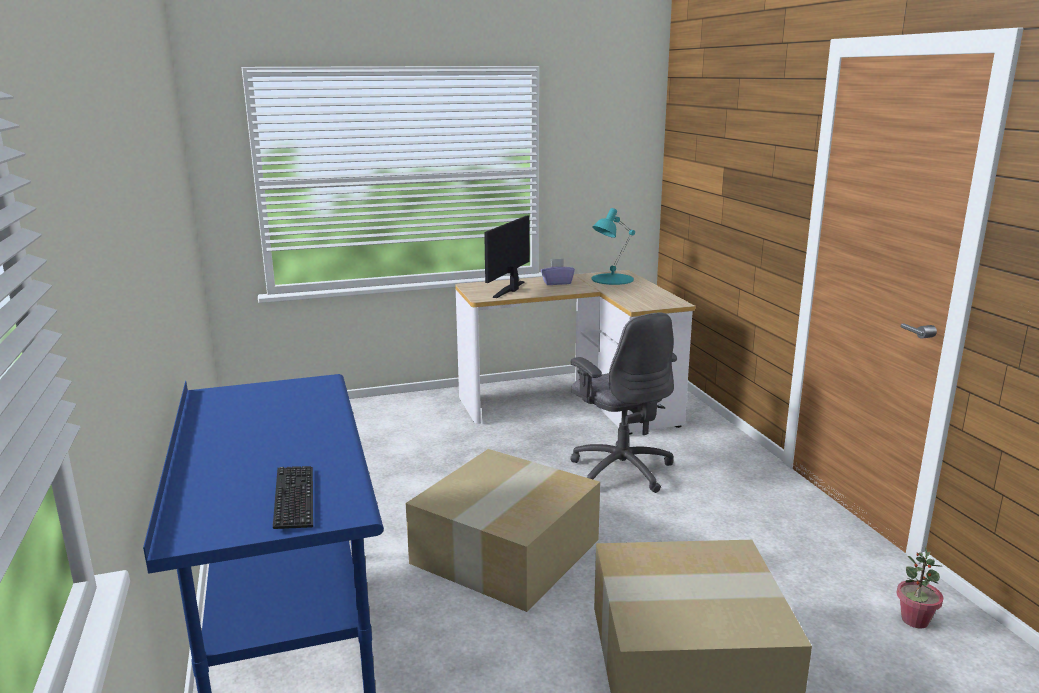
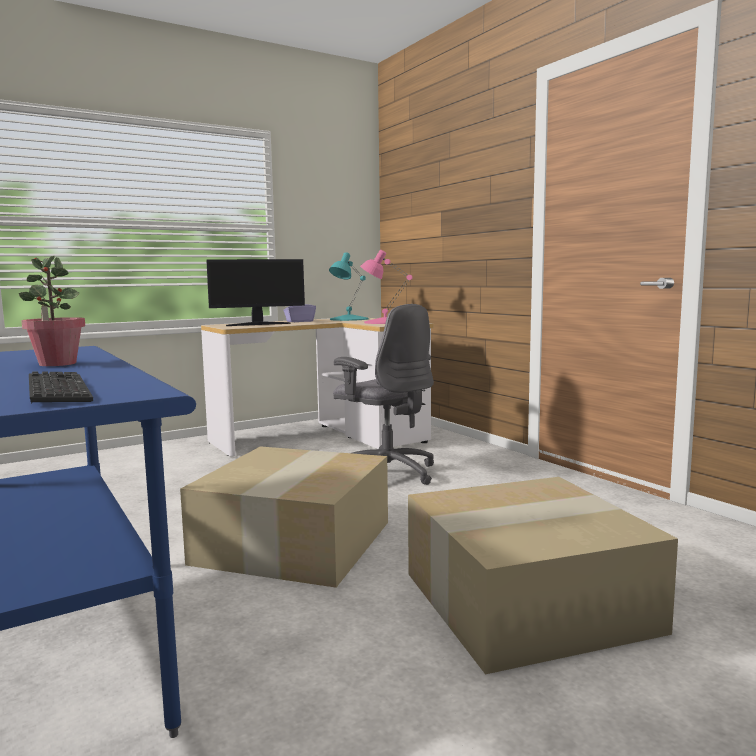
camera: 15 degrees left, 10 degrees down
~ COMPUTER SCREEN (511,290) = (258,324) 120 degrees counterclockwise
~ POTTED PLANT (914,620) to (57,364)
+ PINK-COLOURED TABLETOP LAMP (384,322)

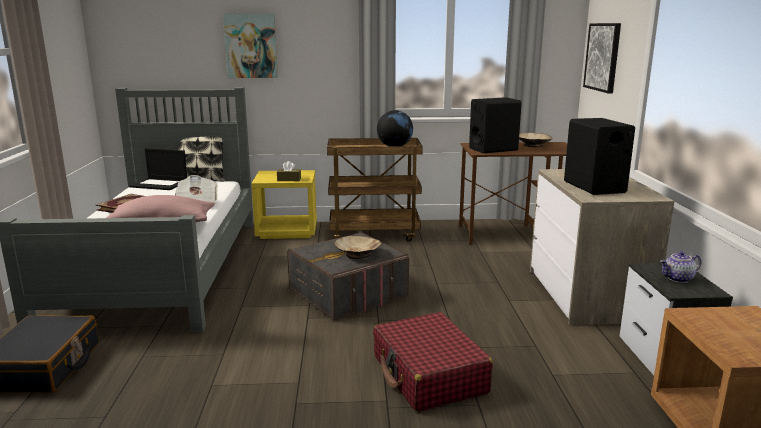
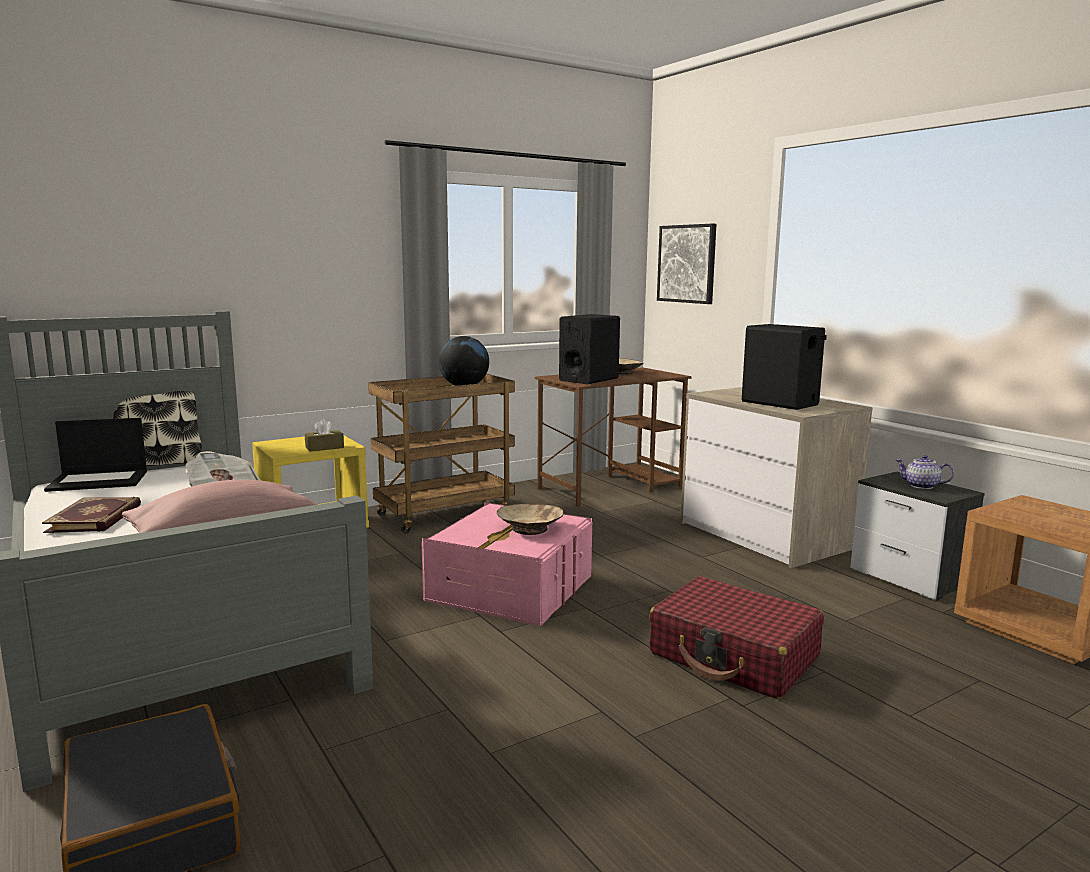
camera: 30 degrees left, 5 degrees down
- PICTURE (251,46)
~ GREY STORAGE CONTAINER (348,293) to PINK-COLOURED STORAGE CONTAINER (510,589)
~ TEAPOT (678,279) = (921,486) 75 degrees clockwise

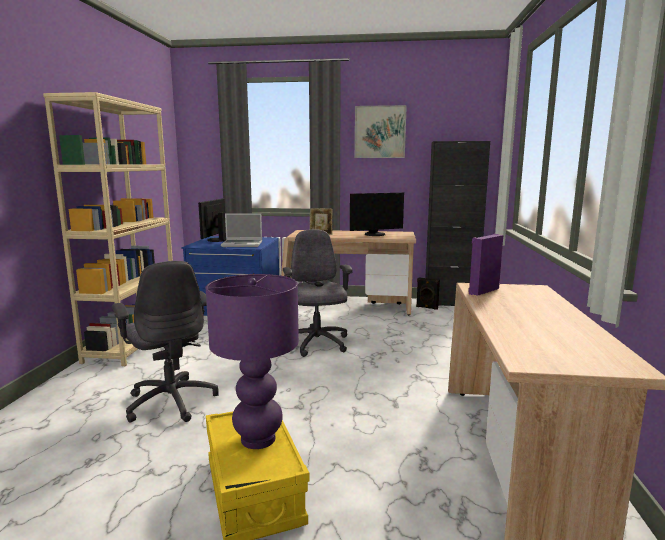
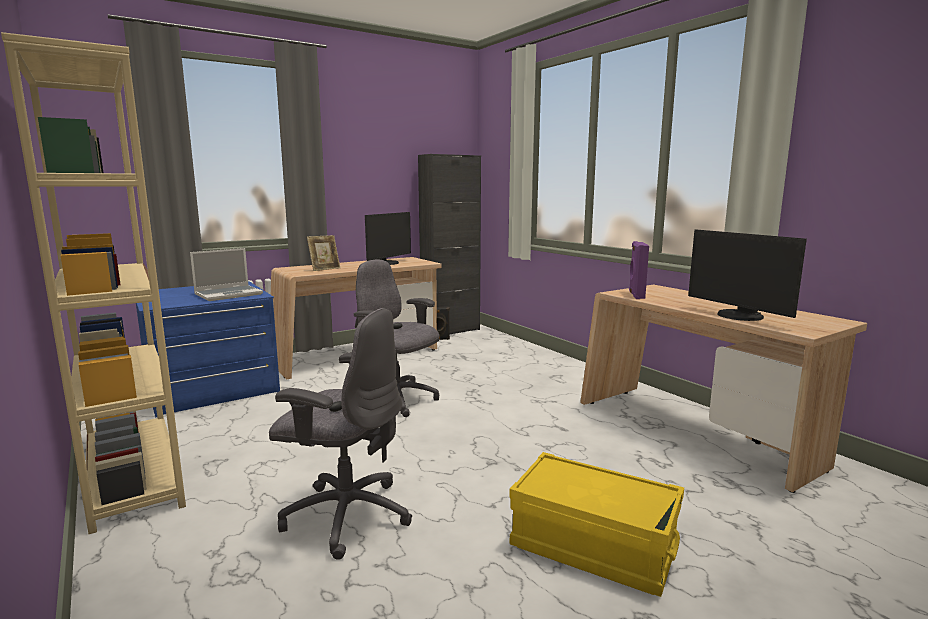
camera: 40 degrees left, 0 degrees up
~ COMPUTER SCREEN (216,240) to (738,316)
- PURPLE-COLOURED TABLETOP LAMP (258,438)
- PICTURE (380,132)

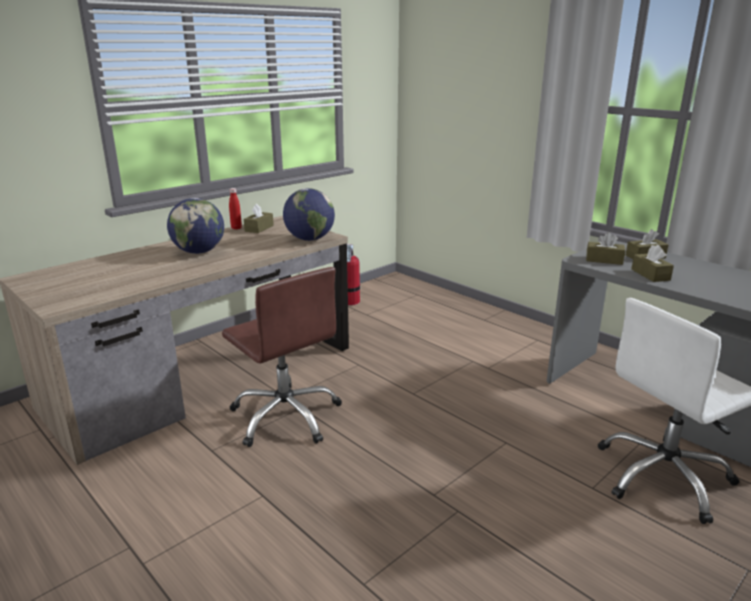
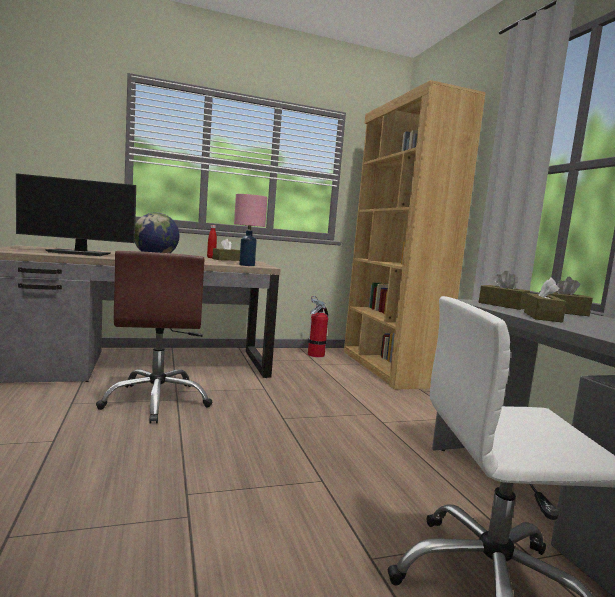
camera: 25 degrees right, 15 degrees down
~ DESK GLOBE (309,239) to PINK-COLOURED TABLETOP LAMP (247,265)
+ COMPUTER SCREEN (80,253)
+ BROWNISH BOOKCASE (388,368)

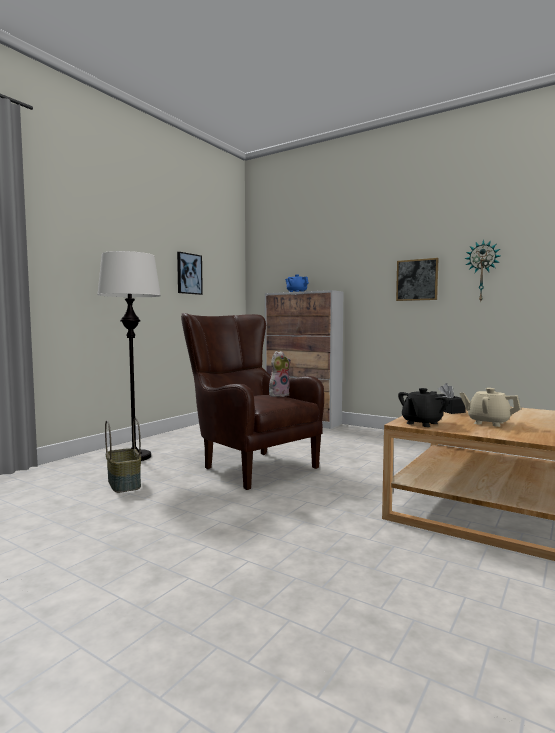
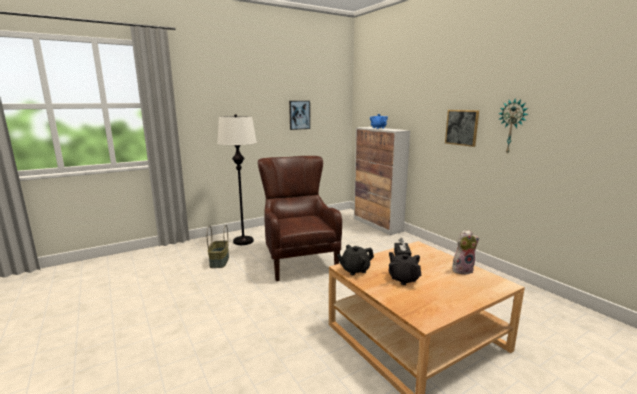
camera: 25 degrees right, 10 degrees up
~ PLUSH TOY (279,395) to (462,270)
~ SAND-COLOURED TEAPOT (488,423) to BLACK-COLOURED TEAPOT (403,279)

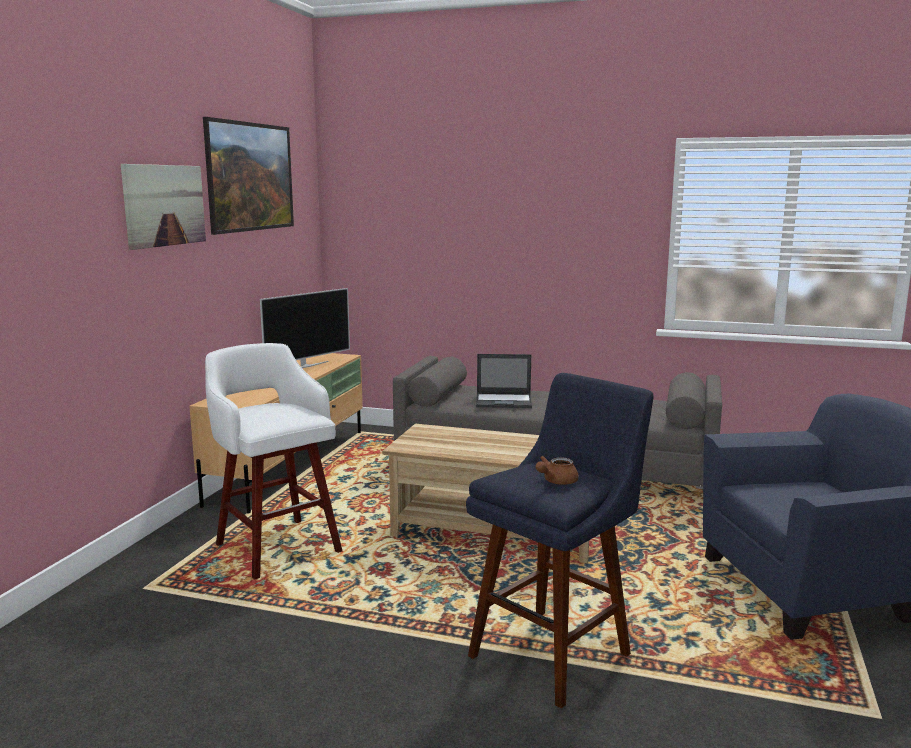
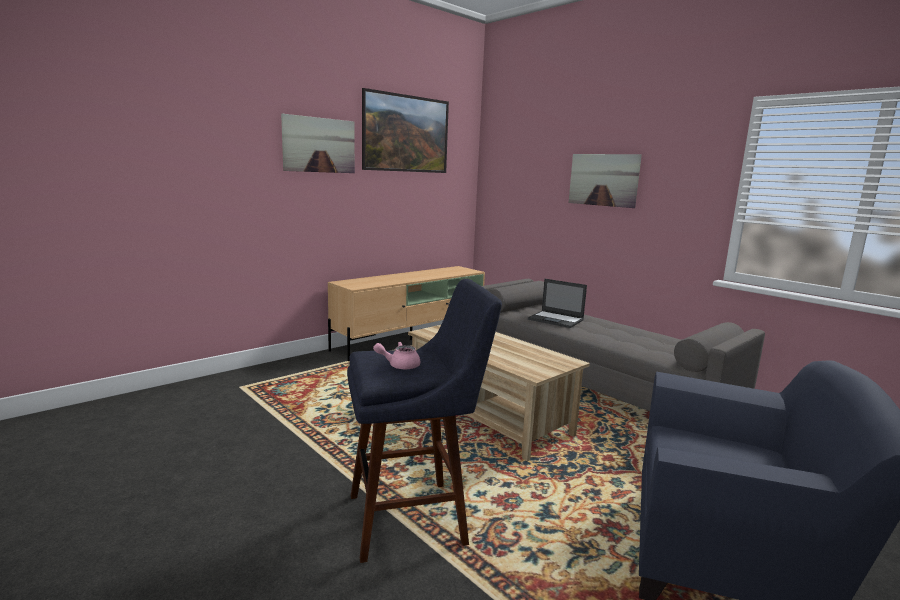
camera: 30 degrees right, 0 degrees up
- WHITISH STOOL (276,546)
- TV (306,366)
~ BROWNISH TEAPOT (556,481) to PINK-COLOURED TEAPOT (399,365)
+ PICTURE (603,180)

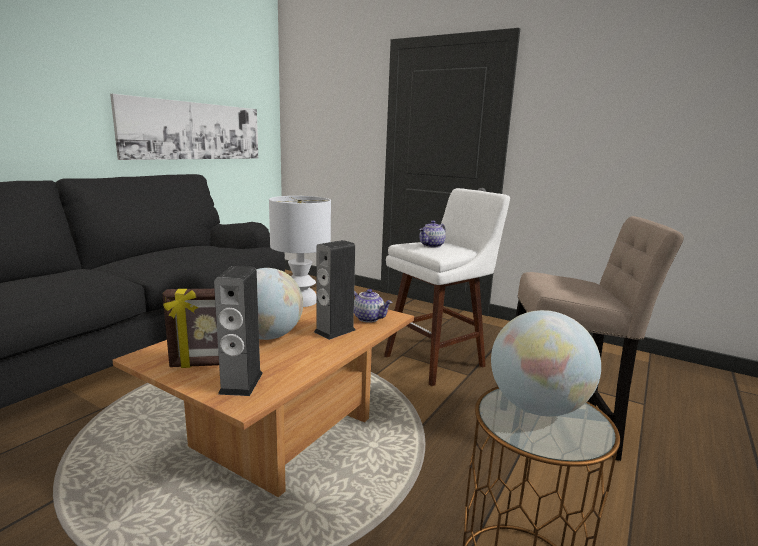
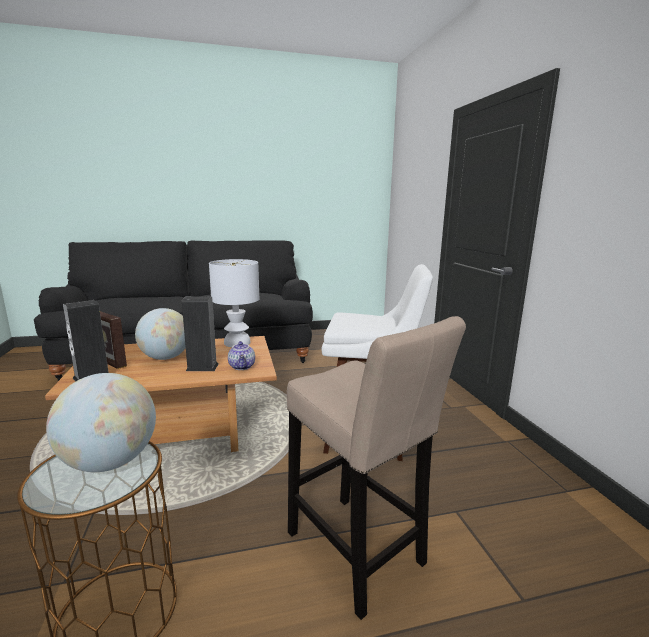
camera: 45 degrees right, 0 degrees up
- PICTURE (194,131)
- TEAPOT (432,246)

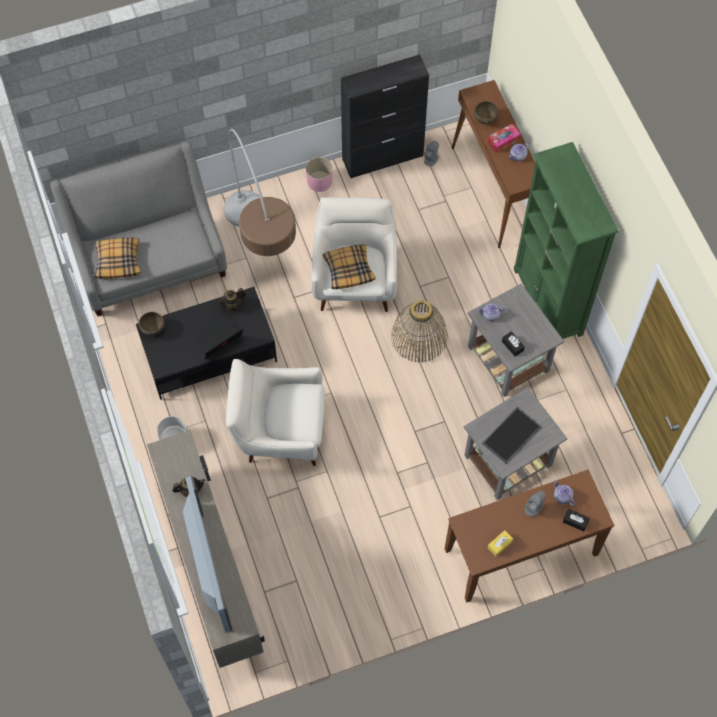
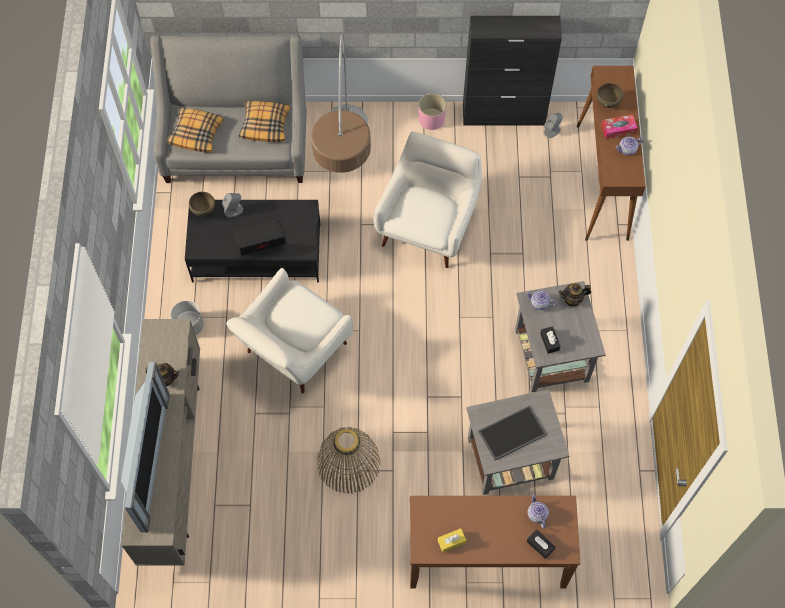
camera: 20 degrees right, 0 degrees up
~ TEAPOT (232,305) to (572,299)
~ WHITISH ARMCHAIR (279,431) = (293,351) 75 degrees counterclockwise
~ CUSHION (349,269) to (265,125)
~ BASKET (419,337) to (348,463)
- GREEN BOOKCASE (548,302)
~ GREY SPEAKER (534,507) to (233,210)

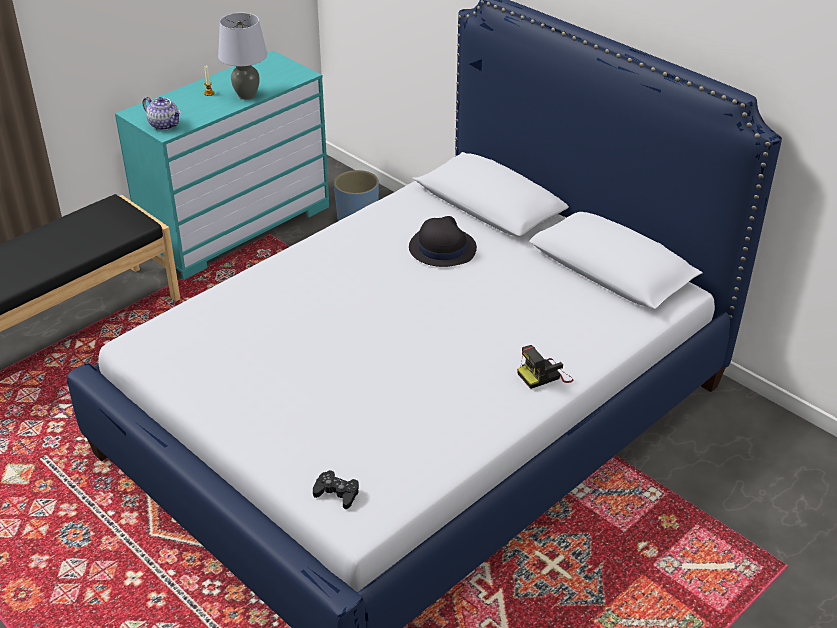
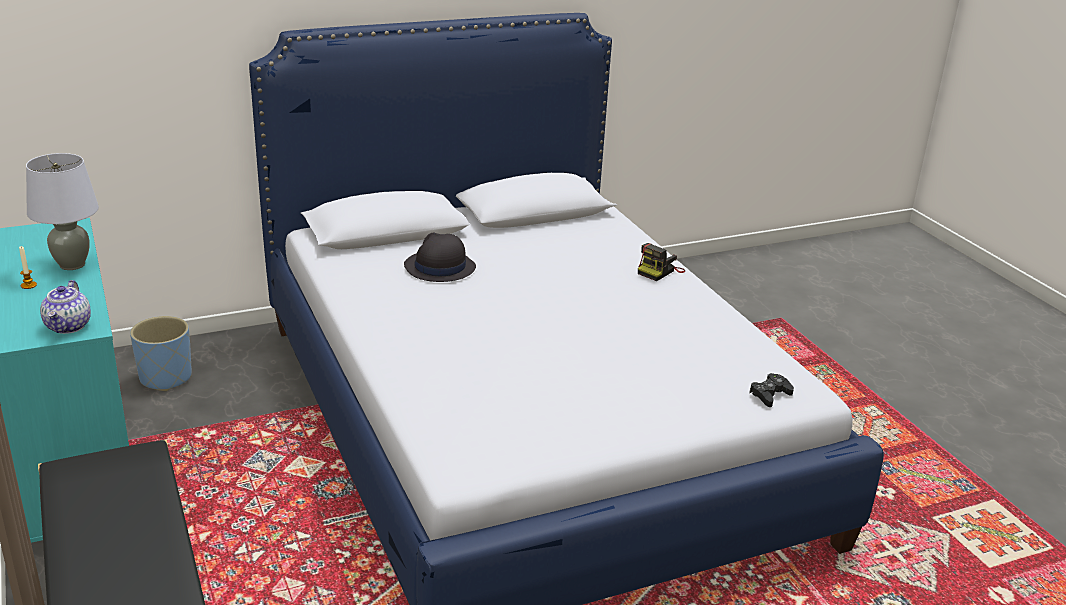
camera: 70 degrees left, 10 degrees down
~ TEAPOT (165,125) = (69,326) 120 degrees clockwise
~ PHOTO CAMERA (544,375) = (659,271) 45 degrees clockwise

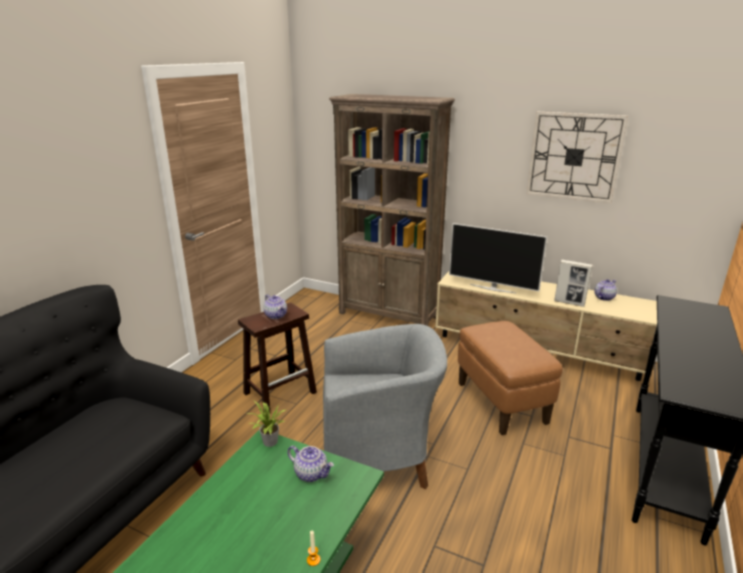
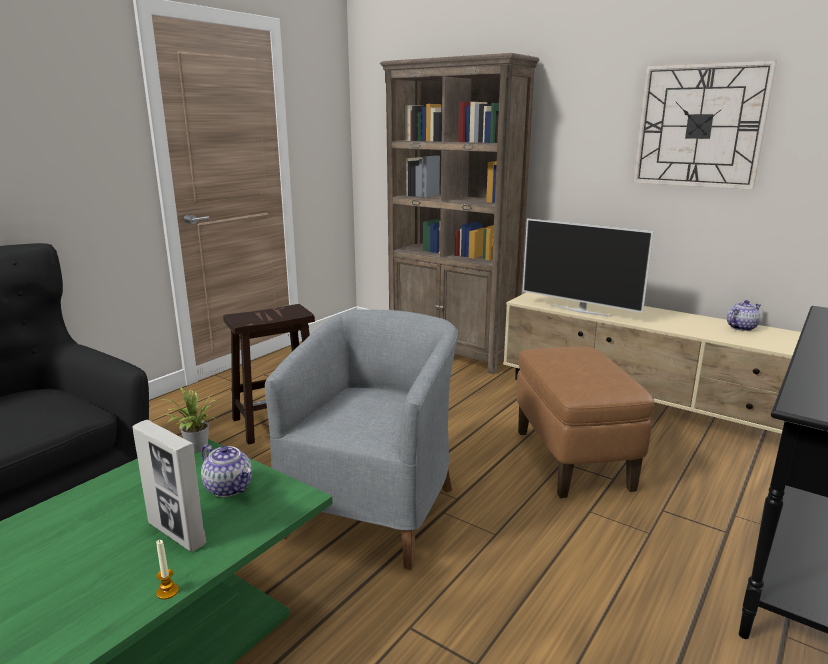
camera: 10 degrees right, 5 degrees down
- TEAPOT (276,315)
~ GREY ARMCHAIR (379,457) = (375,507) 75 degrees counterclockwise
~ PICTURE FRAME (569,303) to (177,533)

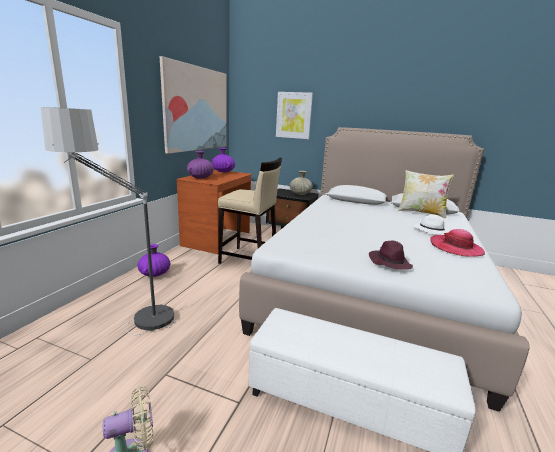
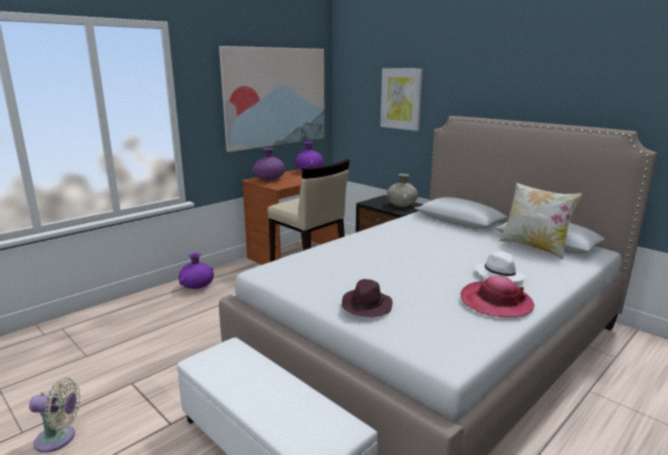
camera: 25 degrees right, 0 degrees up
- STANDING LAMP (125,316)

